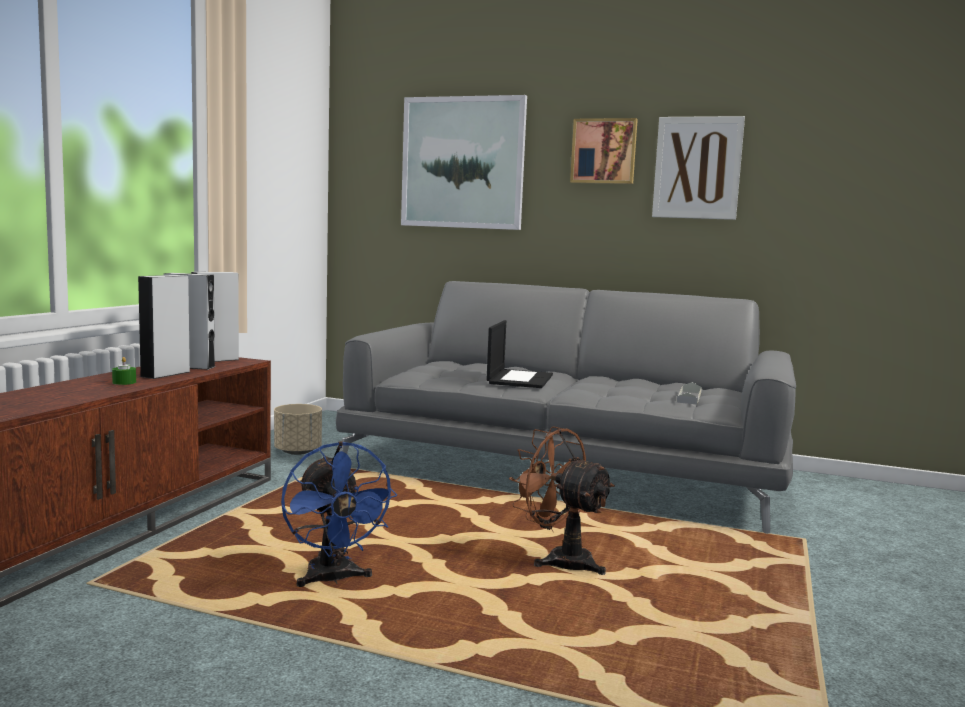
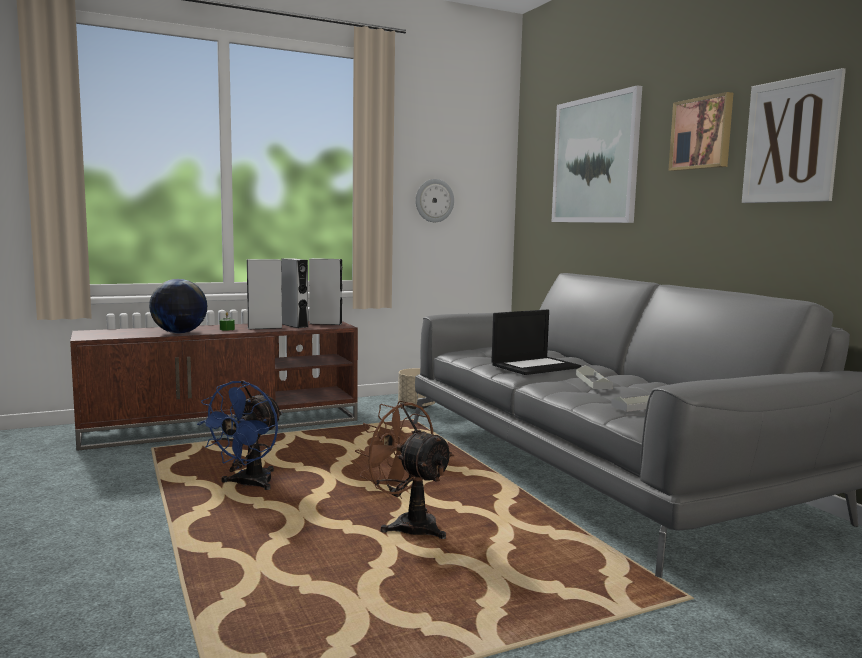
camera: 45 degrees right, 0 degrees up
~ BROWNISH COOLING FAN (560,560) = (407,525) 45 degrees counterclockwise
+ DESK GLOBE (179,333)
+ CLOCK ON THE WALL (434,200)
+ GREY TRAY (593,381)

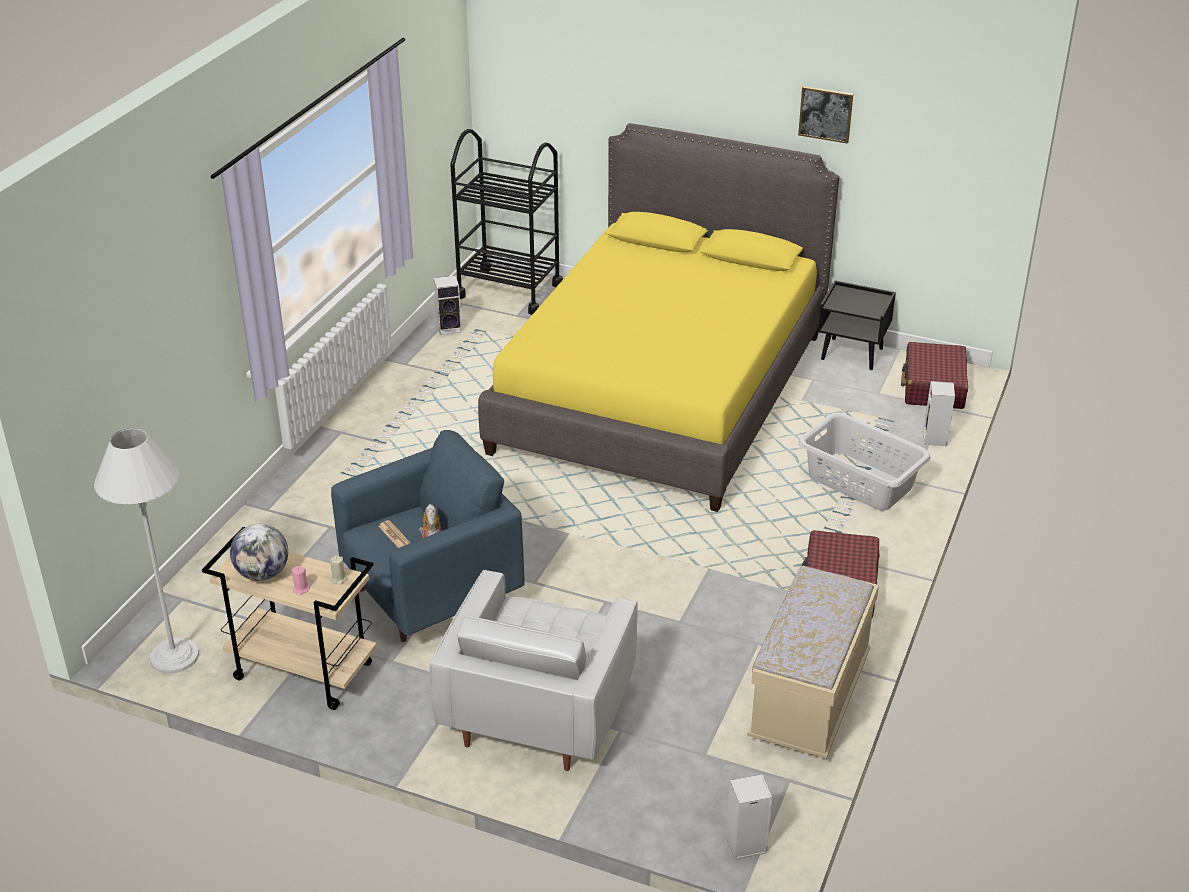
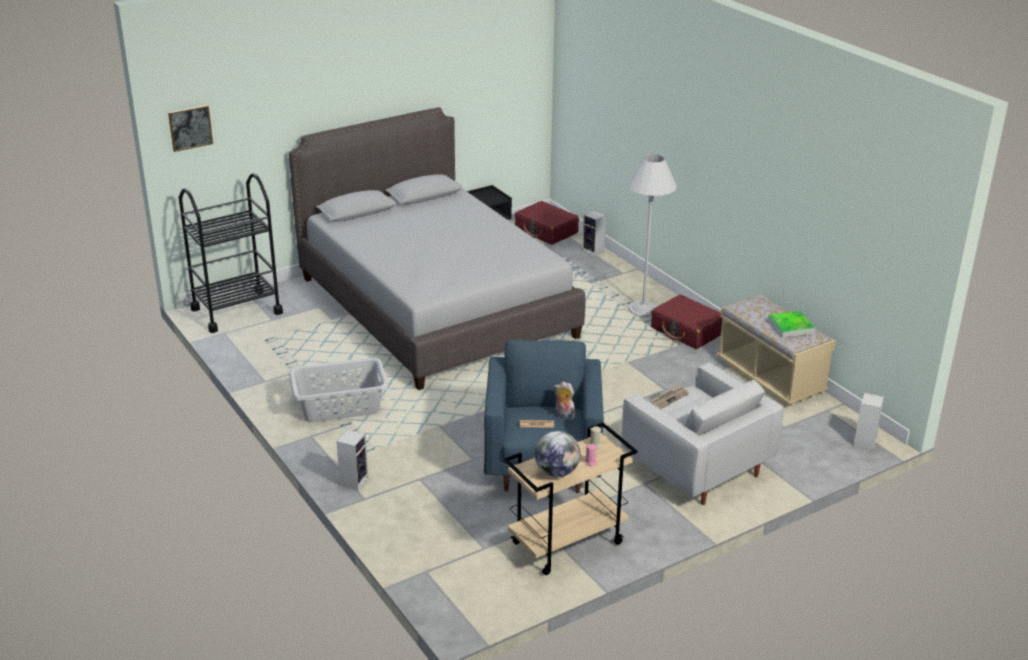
camera: 55 degrees left, 5 degrees down
~ WHITISH STANDING LAMP (174,656) to (643,309)
~ SPEAKER (450,328) to (354,481)
~ YELLOWISH SLEEPING BED (661,392) to GREY SLEEPING BED (436,307)
~ PICTURE (825,114) to (190,127)
~ GREY HAMPER (860,482) to (340,406)
+ PRINTED PAPER (668,398)
+ TRAY (790,327)

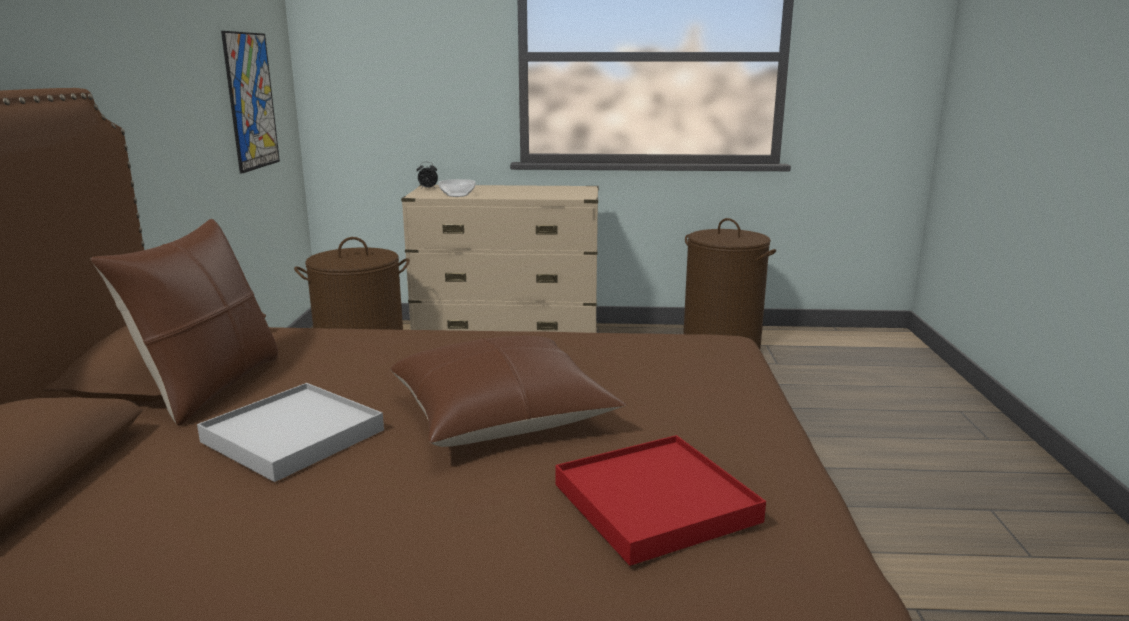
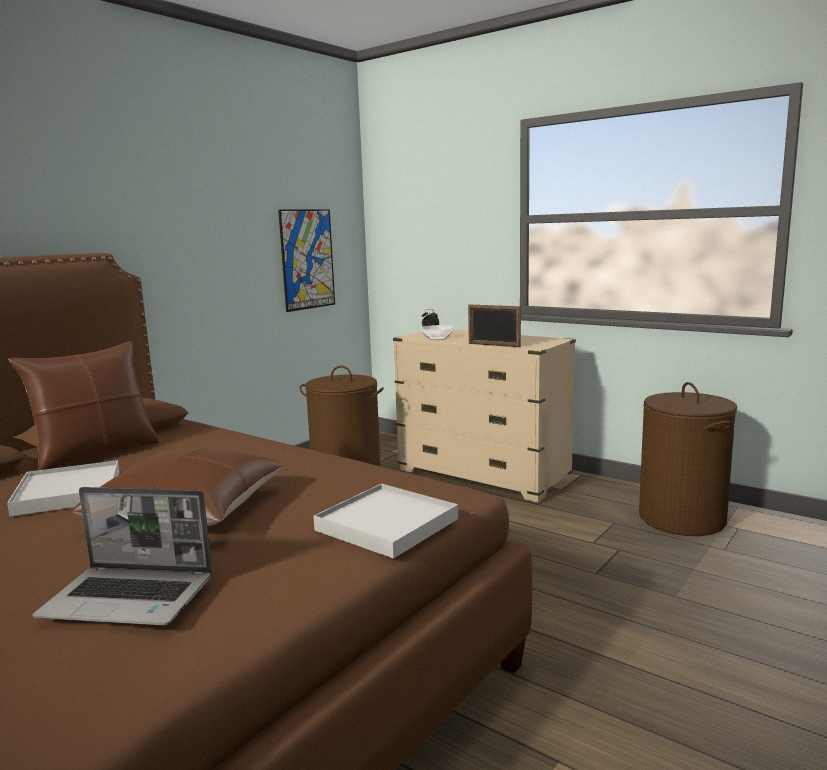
camera: 35 degrees right, 5 degrees down
~ RED TRAY (655,502) to PORTABLE COMPUTER (131,597)
+ WHITISH TRAY (386,524)
+ PICTURE FRAME (494,345)

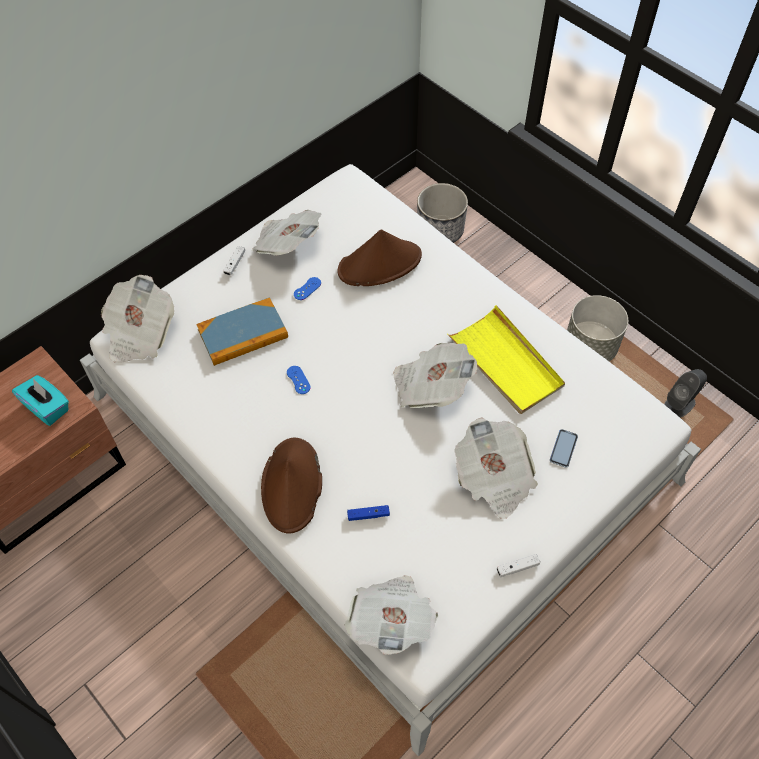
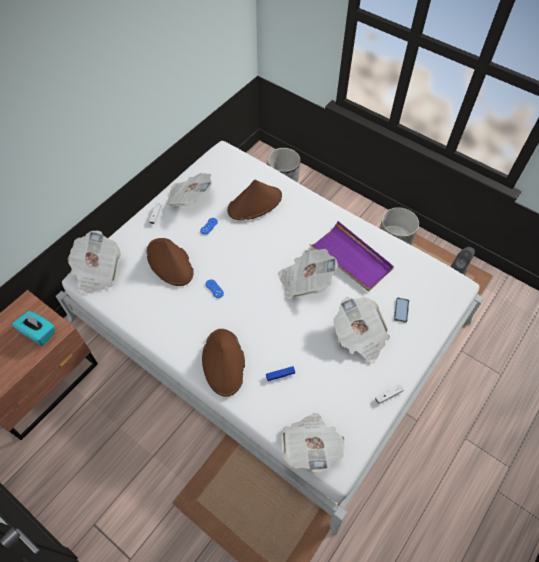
camera: 10 degrees left, 0 degrees up
~ BOUND BOOK (243,334) to BROWNISH HAT (170,262)
~ YELLOWISH TRAY (506,363) to PURPLE-COLOURED TRAY (351,258)

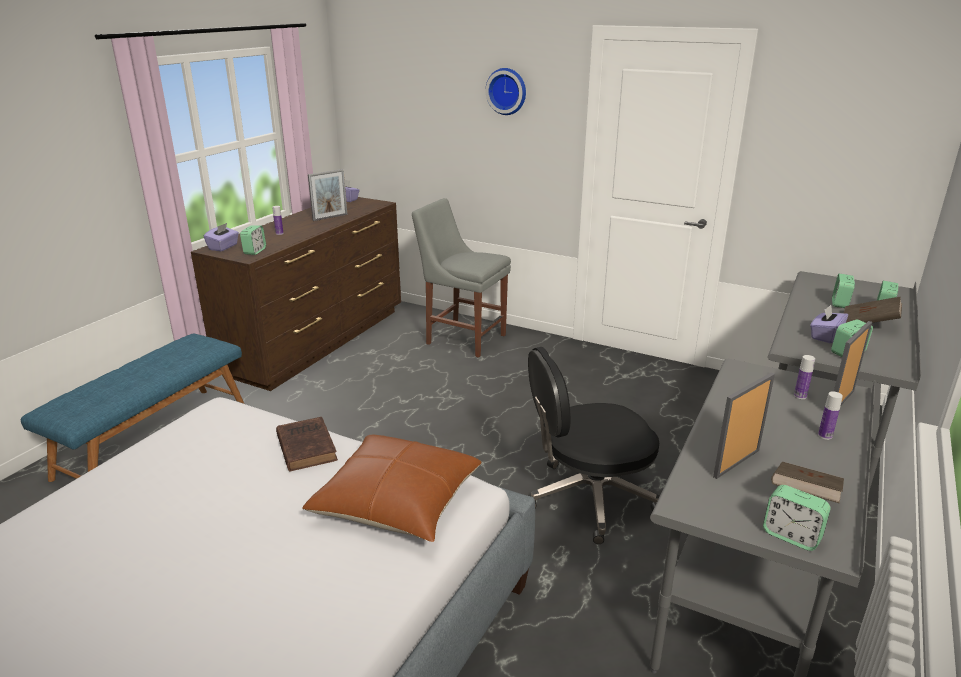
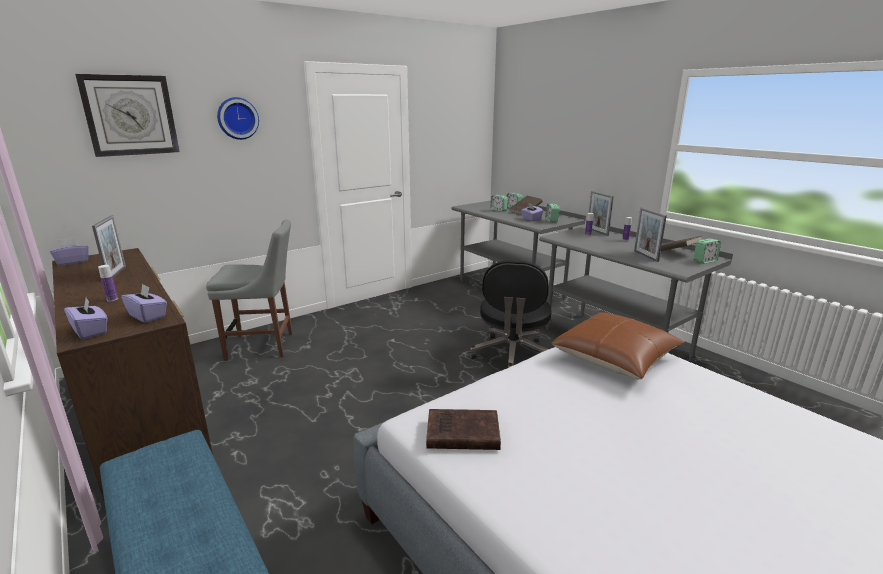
camera: 65 degrees left, 5 degrees down
~ ALARM CLOCK (255,251) to PURPLE-COLOURED TISSUE BOX (148,316)
~ BROWNISH BOUND BOOK (306,446) to (460,434)
~ GREY PLAIN CHAIR (462,338) = (264,345) 150 degrees counterclockwise
+ CLOCK ON THE WALL (130,115)

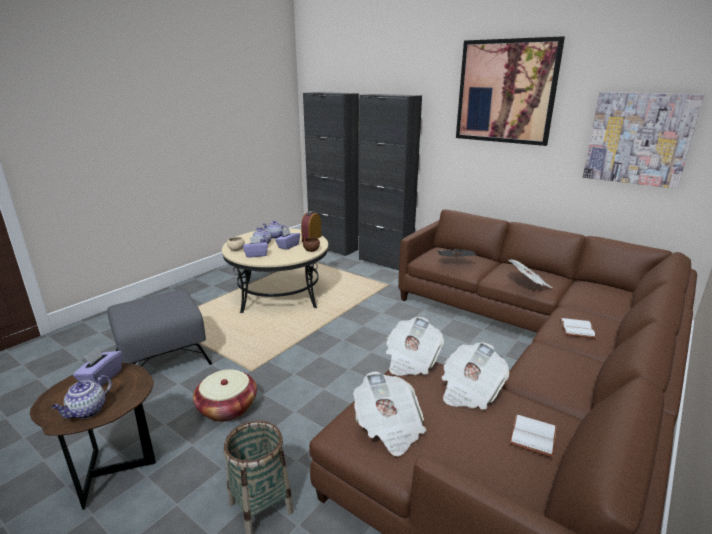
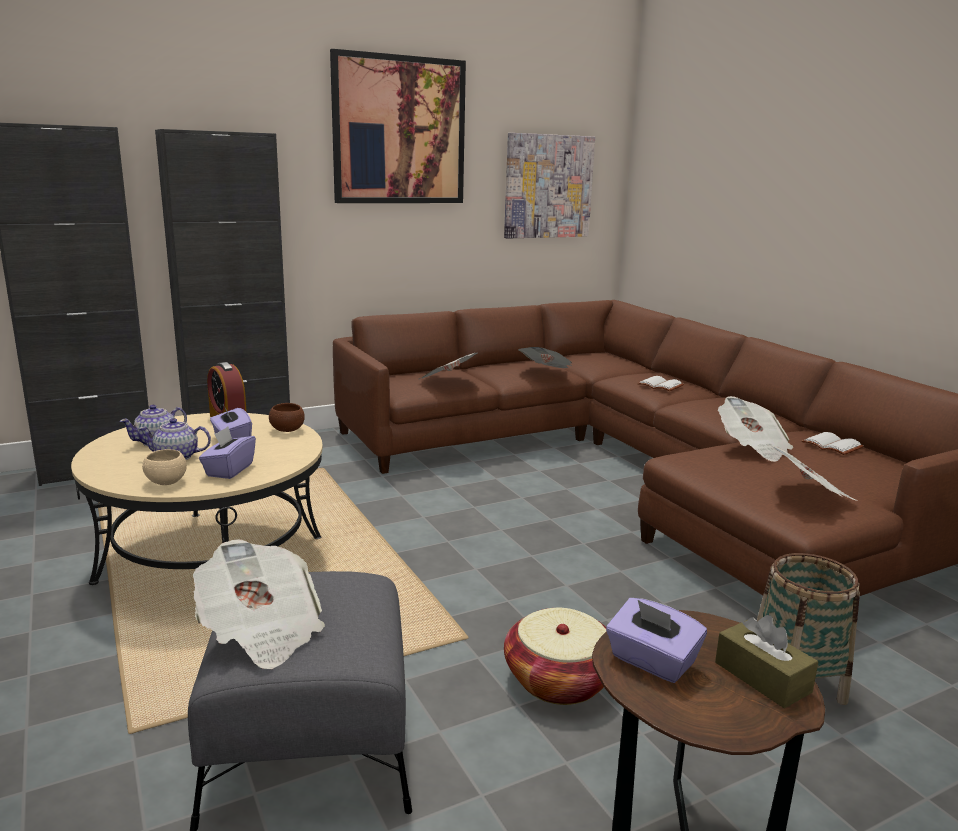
camera: 65 degrees left, 5 degrees down
~ TEAPOT (87,411) to BROWNISH TISSUE BOX (762,677)
~ PRINTED PAPER (411,360) to (261,631)

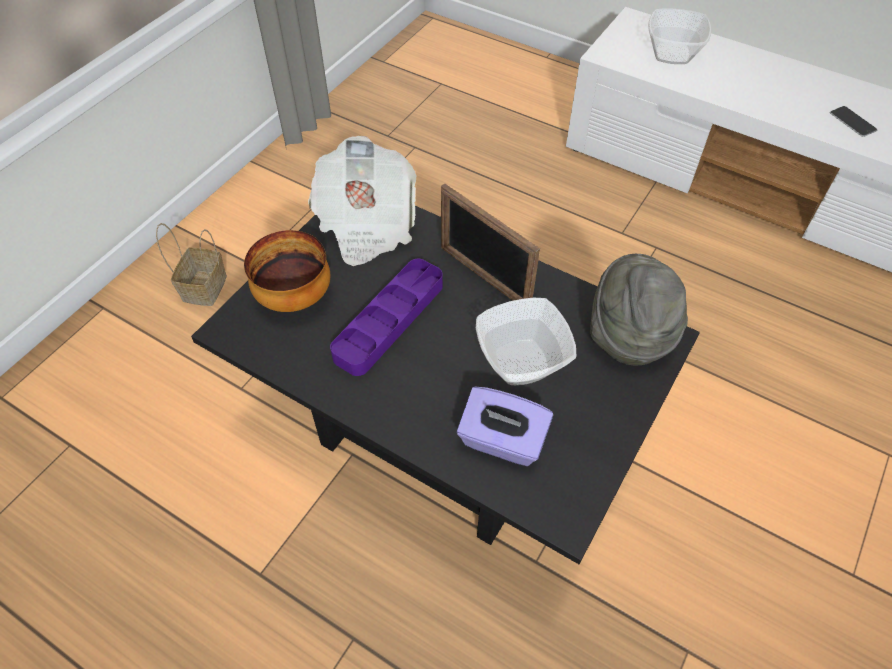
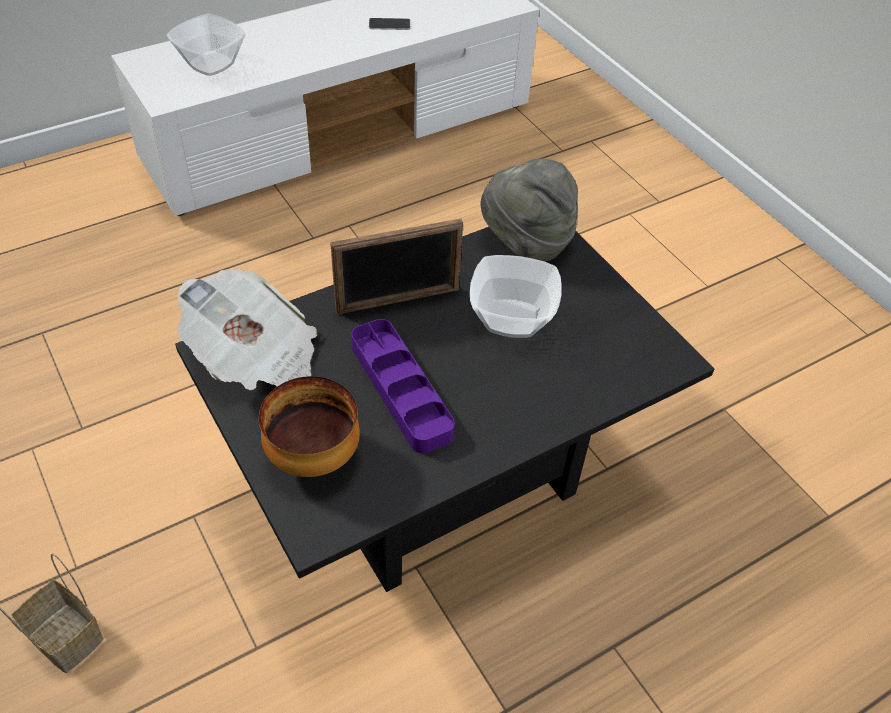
camera: 65 degrees left, 5 degrees down
- PURPLE-COLOURED TISSUE BOX (502,441)

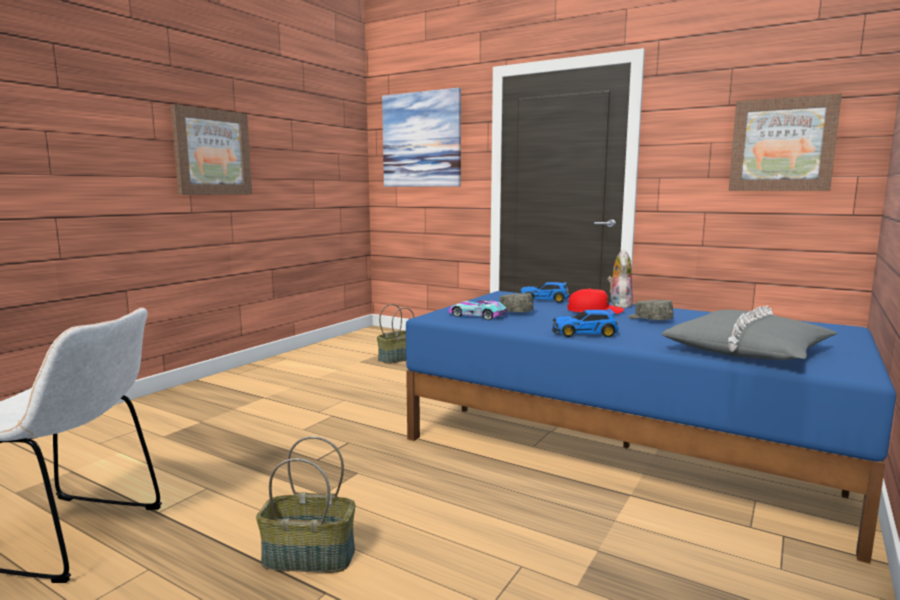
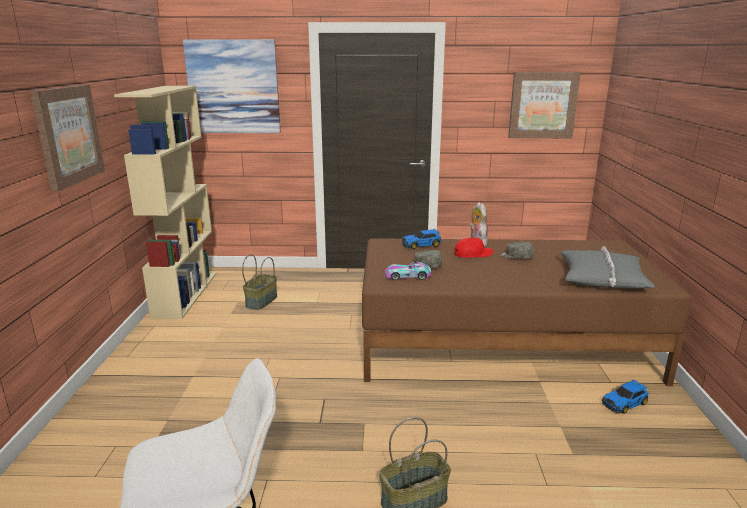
camera: 30 degrees left, 10 degrees up
~ BLUE SLEEPING BED (624,447) to BROWNISH SLEEPING BED (503,345)
~ TOY CAR (585,333) to (625,403)
+ SAND-COLOURED BOOKCASE (185,294)

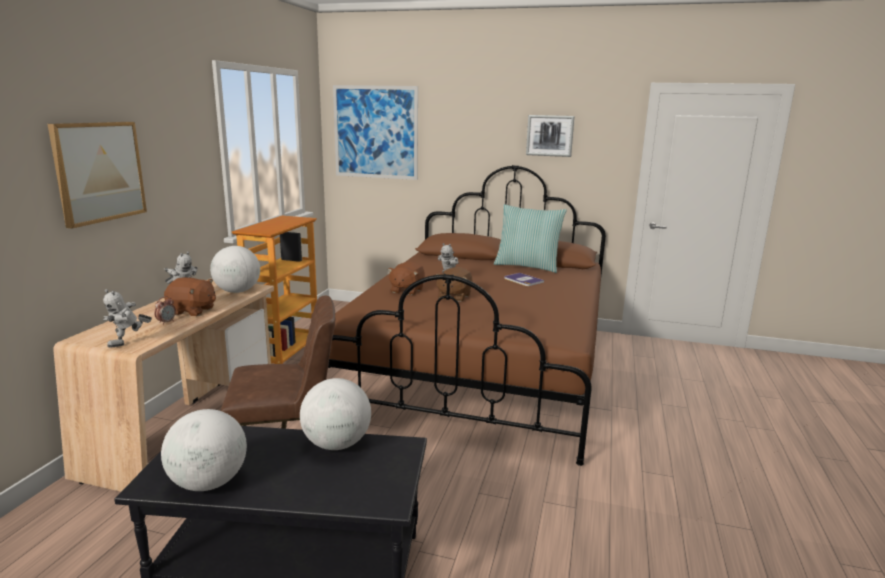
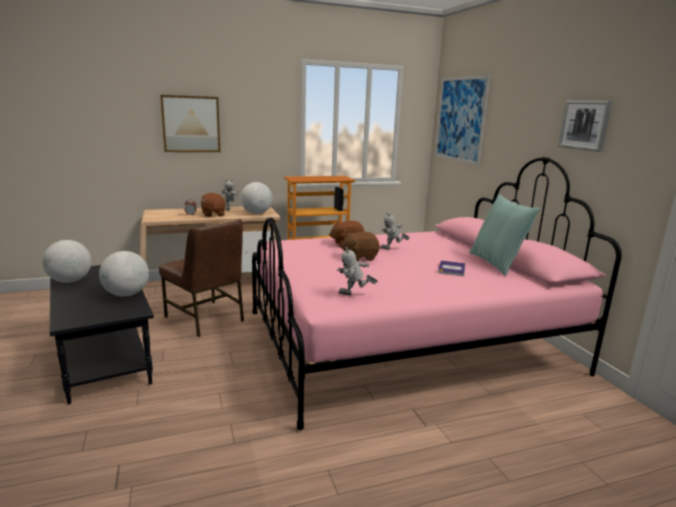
camera: 55 degrees right, 0 degrees up
~ MODEL ROBOT (129,343) to (354,295)
~ BROWNISH SLEEPING BED (483,369) to PINK-COLOURED SLEEPING BED (406,342)

